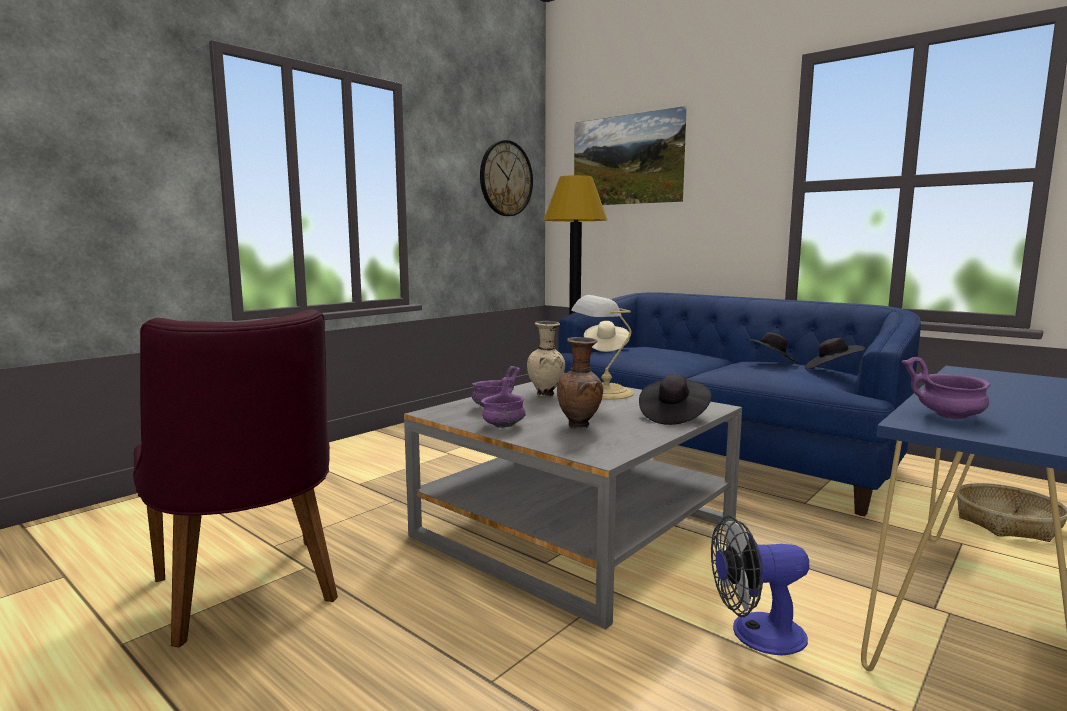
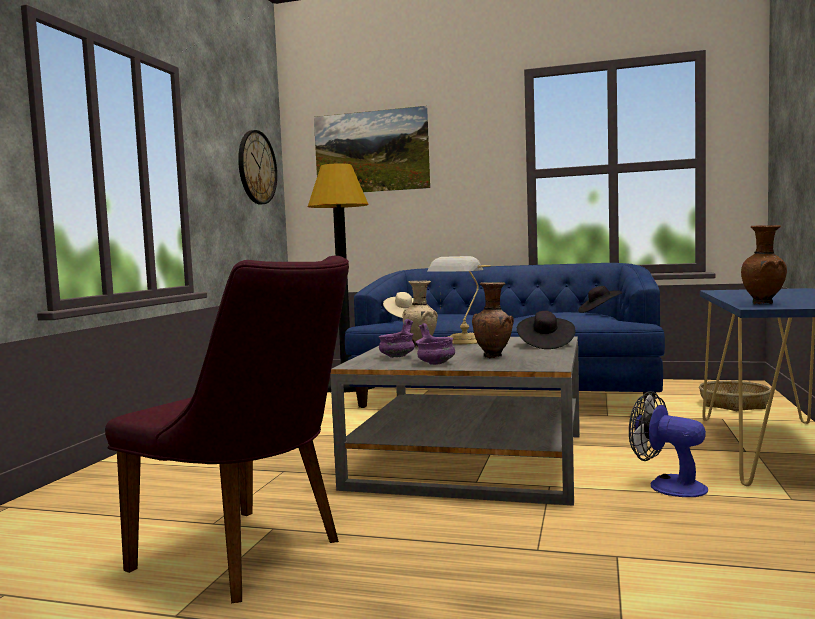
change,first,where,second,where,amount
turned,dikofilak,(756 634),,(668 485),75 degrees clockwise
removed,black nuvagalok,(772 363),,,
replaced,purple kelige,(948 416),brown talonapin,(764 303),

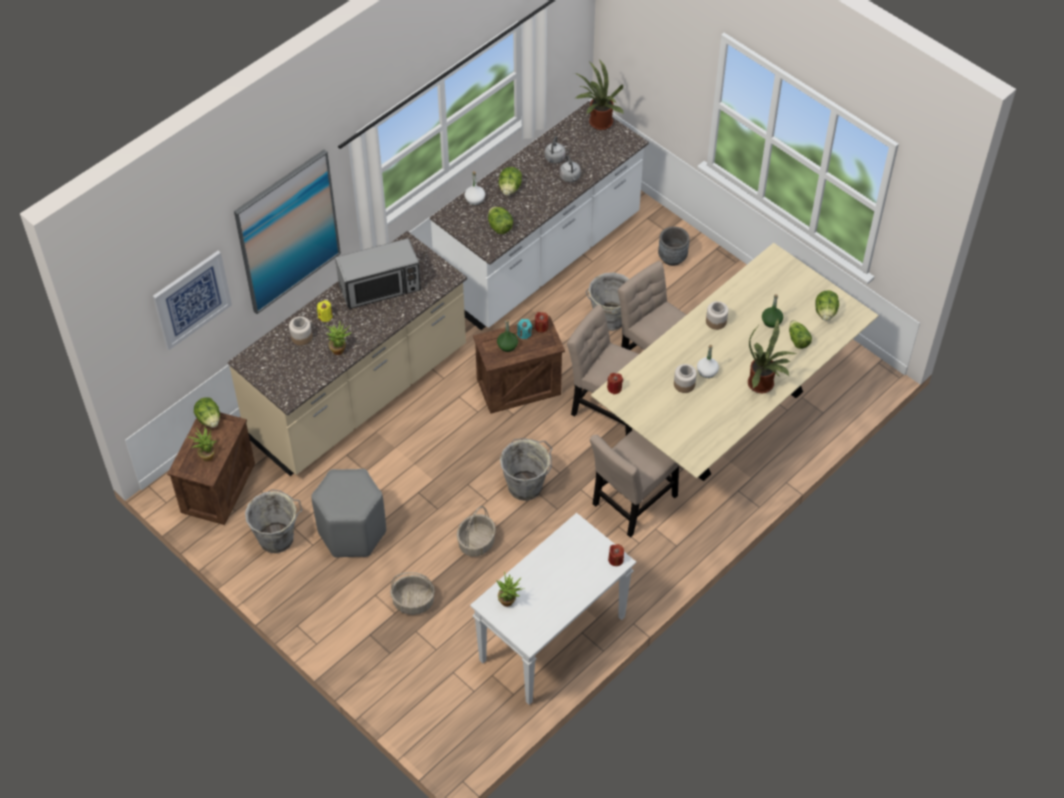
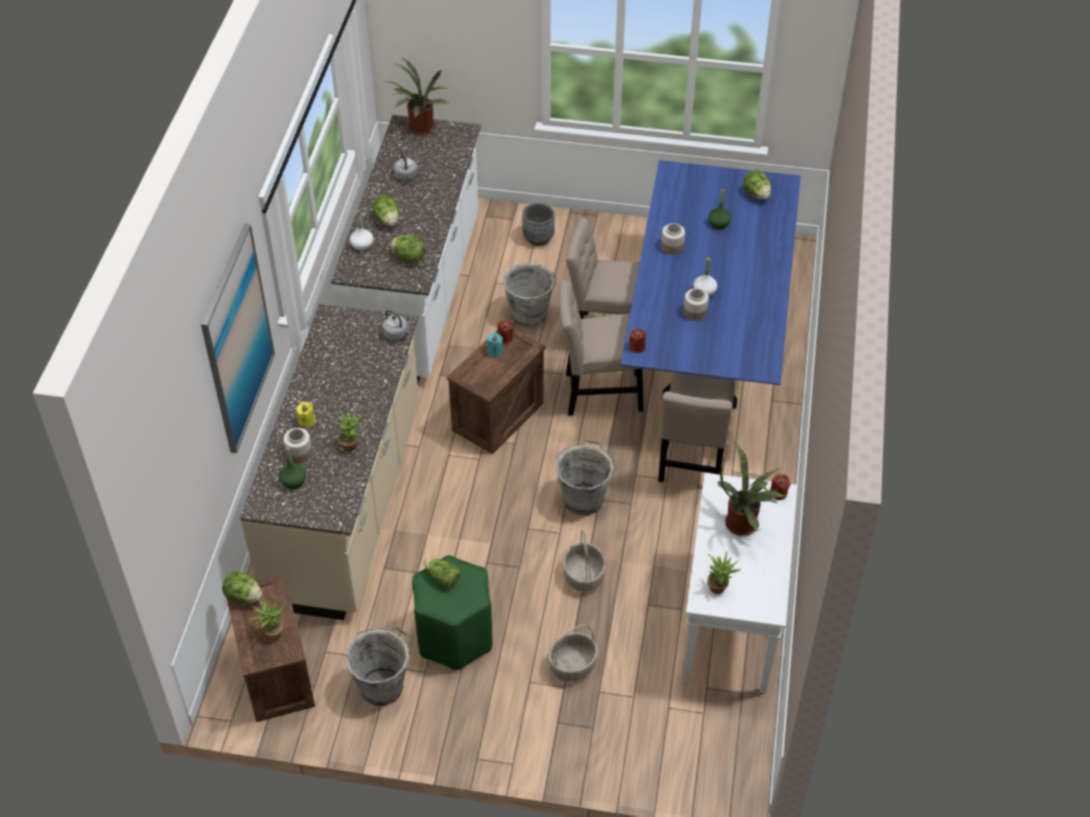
change,first,where,second,where,amount
removed,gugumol,(192 299),,,
recoloured,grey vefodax,(351 532),green vefodax,(453 637),
removed,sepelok,(380 287),,,
moved,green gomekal,(507 346),,(293 481),
moved,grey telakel,(570 177),,(397 334),
recoloured,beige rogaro,(727 417),blue rogaro,(706 344),
moved,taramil,(763 385),,(744 524),
moved,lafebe,(798 340),,(442 578),

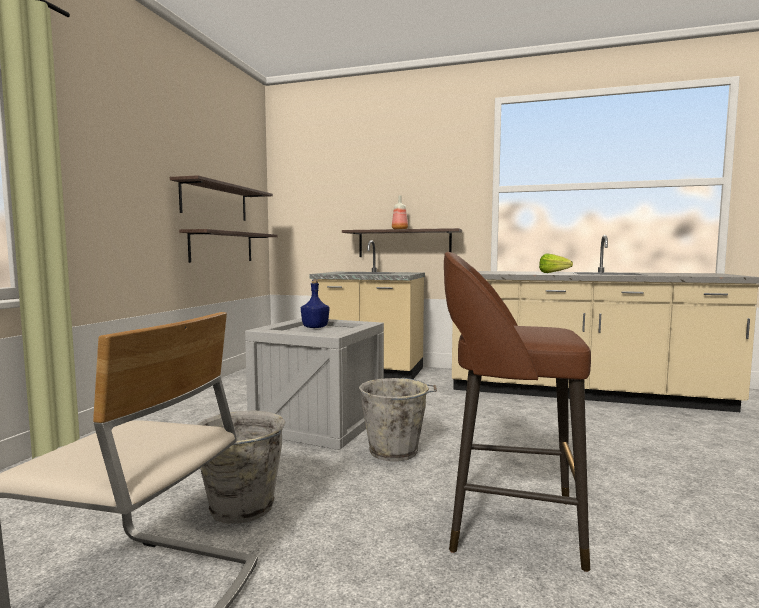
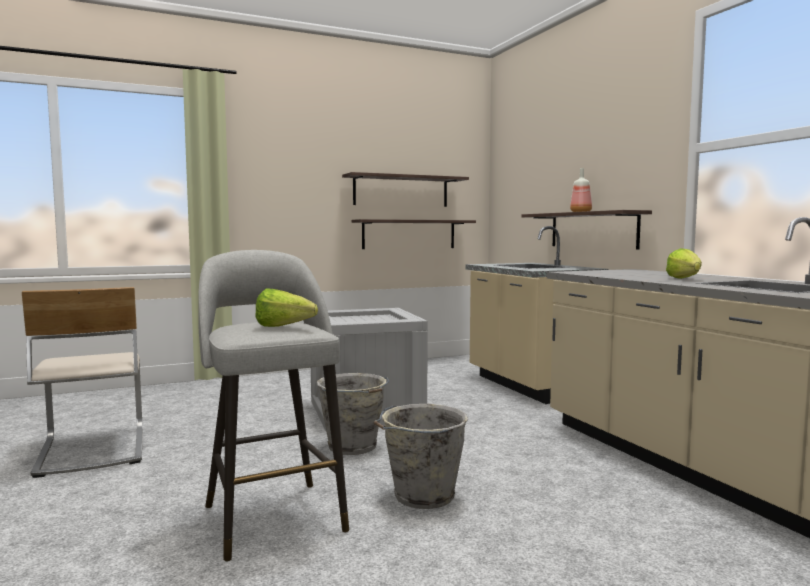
change,first,where,second,where,amount
moved,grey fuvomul,(240 508),,(421 496),
removed,blue gomekal,(315 327),,,
recoloured,brown vefodax,(508 524),grey vefodax,(273 516),
added,,,lafebe,(288 327),

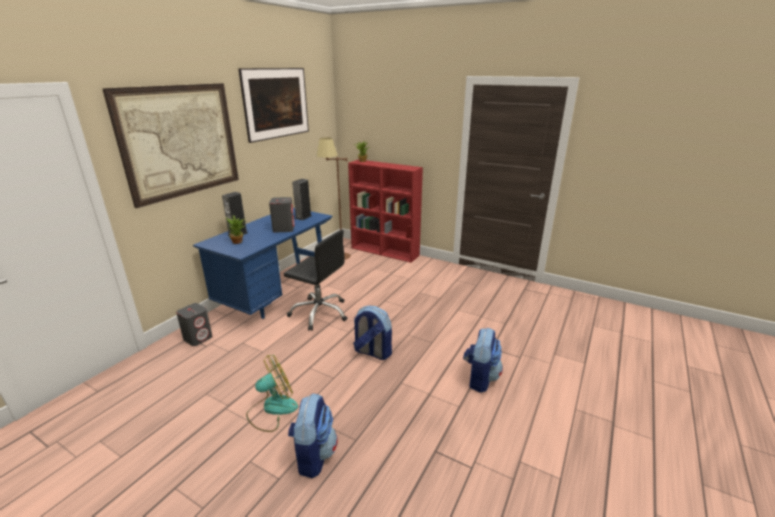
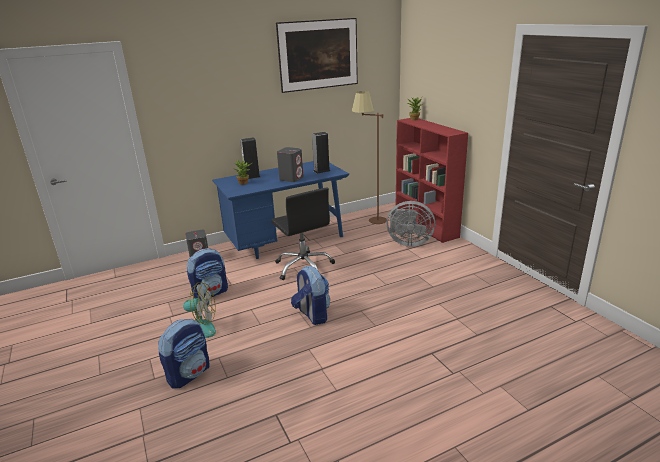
change,first,where,second,where,amount
removed,gugumol,(181 141),,,
moved,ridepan,(480 378),,(210 293),
added,,,grey dikofilak,(408 242),

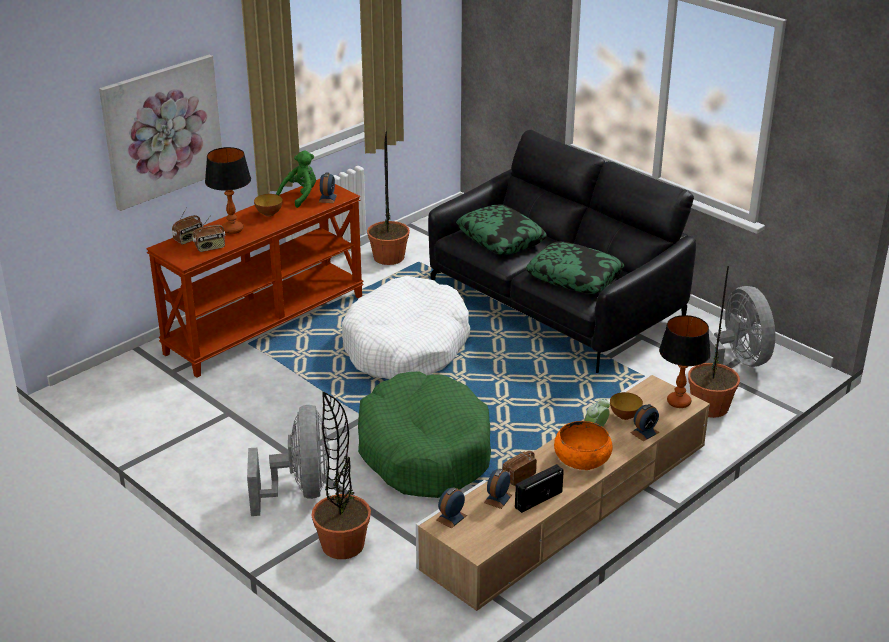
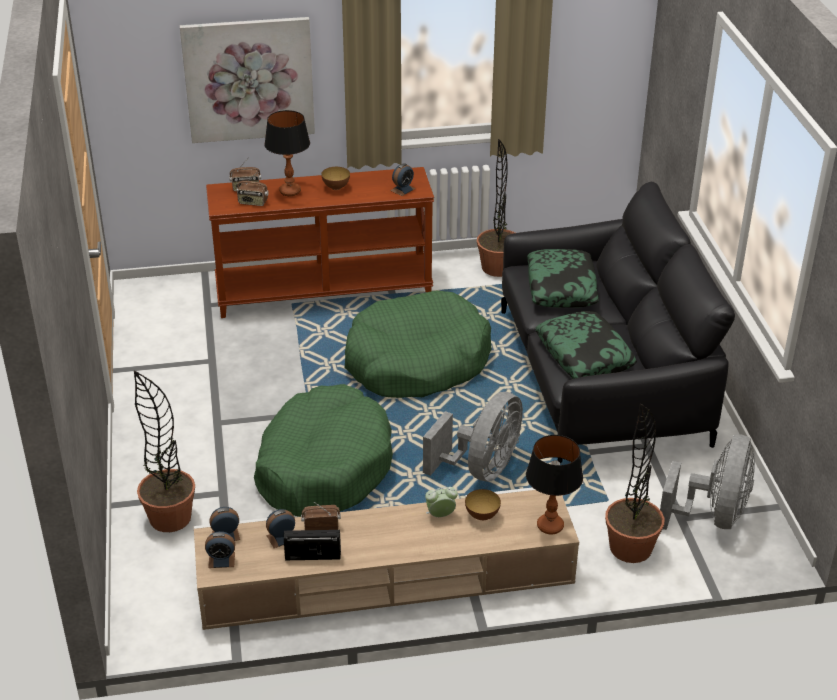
change,first,where,second,where,amount
moved,grey dikofilak,(300 491),,(481 469),
removed,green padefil,(300 196),,,
recoloured,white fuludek,(406 346),green fuludek,(416 361),
removed,orange kelige,(582 458),,,
moved,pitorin,(644 432),,(221 560),

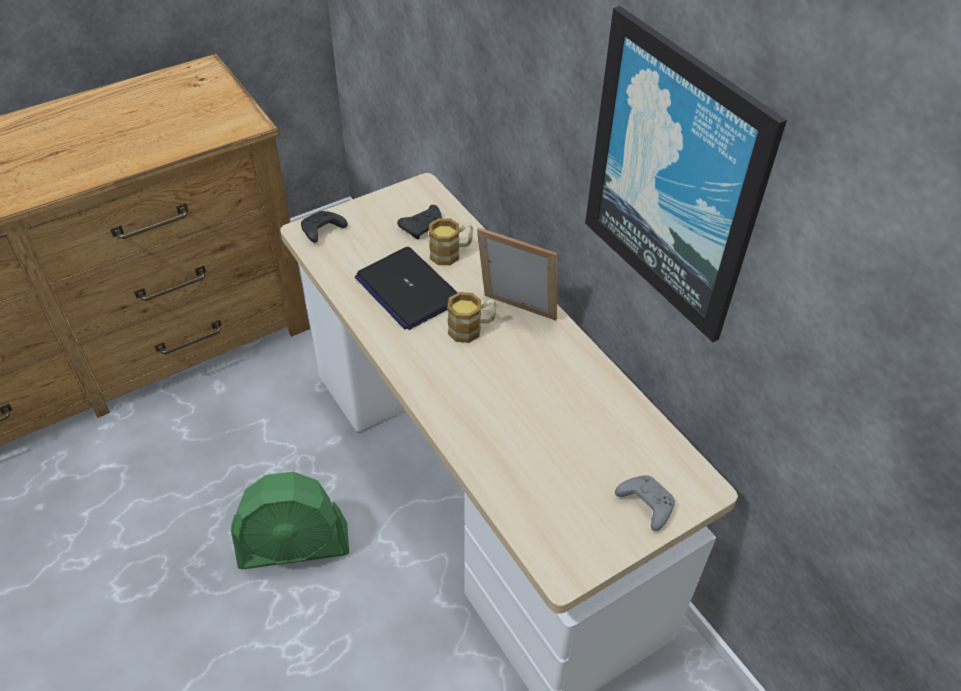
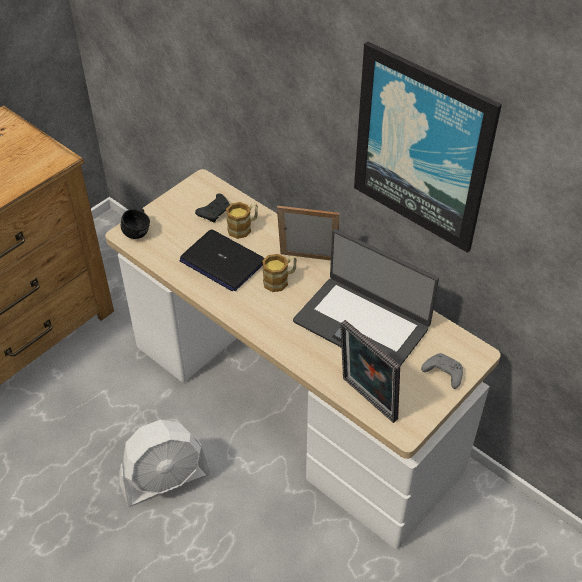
change,first,where,second,where,amount
recoloured,green dikofilak,(294 547),white dikofilak,(165 479),
replaced,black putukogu,(322 232),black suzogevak,(139 231),
added,,,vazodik,(362 323),
added,,,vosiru,(366 401),

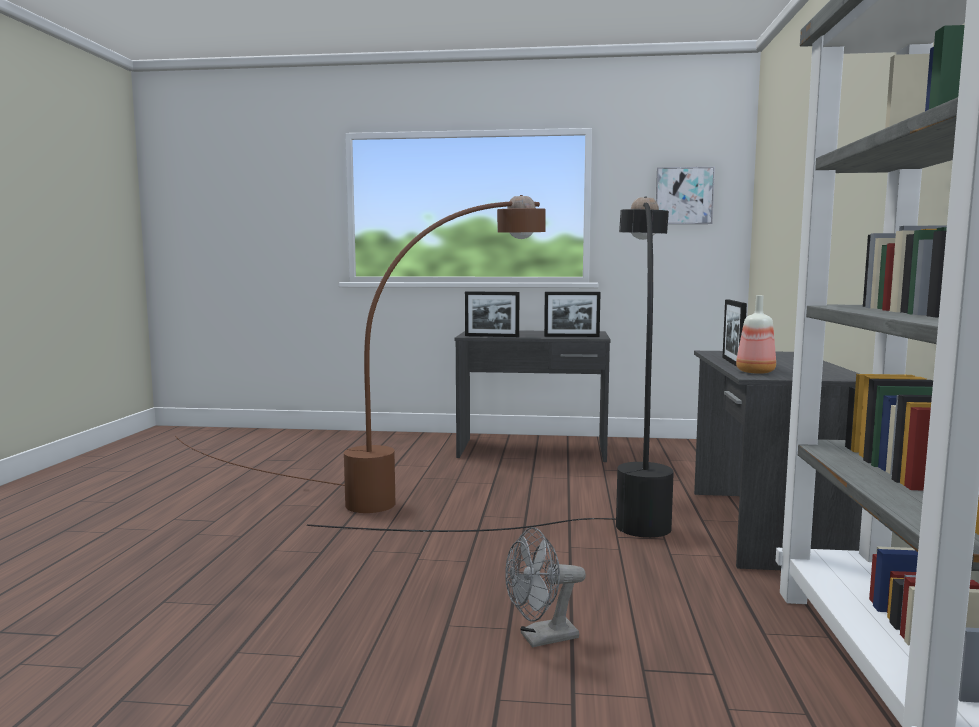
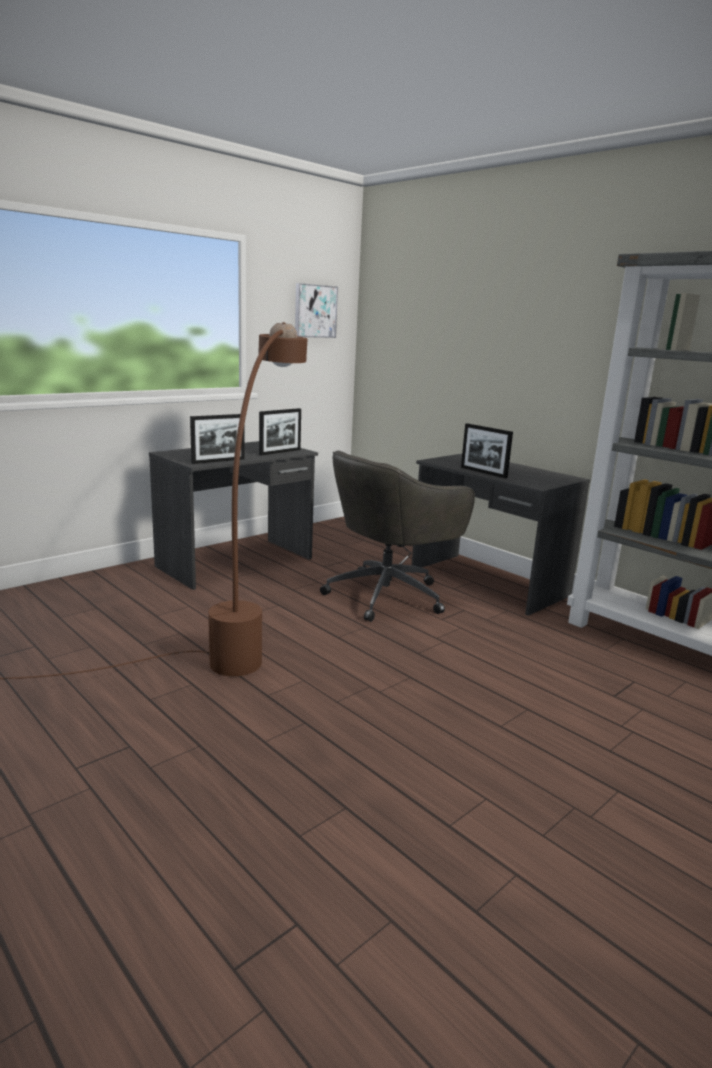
change,first,where,second,where,amount
replaced,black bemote,(610 504),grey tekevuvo,(388 595),
removed,grey dikofilak,(541 638),,,
removed,gomekal,(755 372),,,

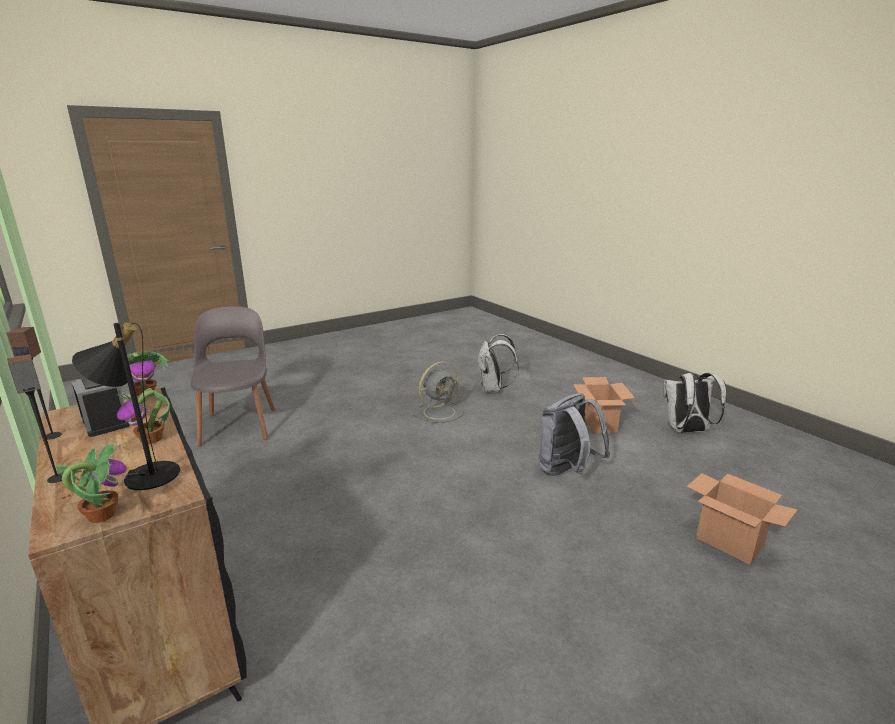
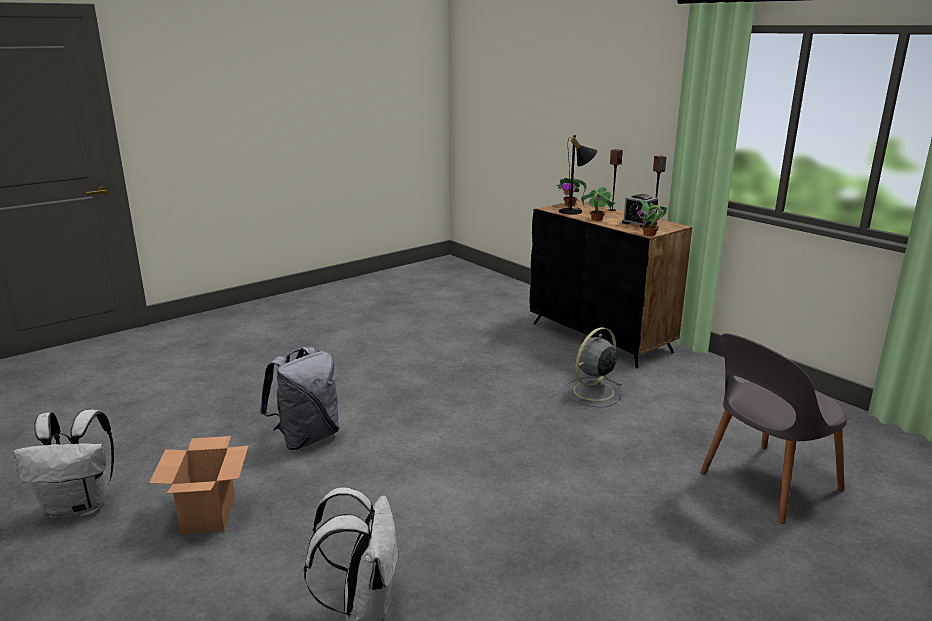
change,first,where,second,where,amount
turned,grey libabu,(239 424),,(766 483),75 degrees clockwise
moved,grey dikofilak,(440 412),,(592 392),
removed,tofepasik,(728 542),,,

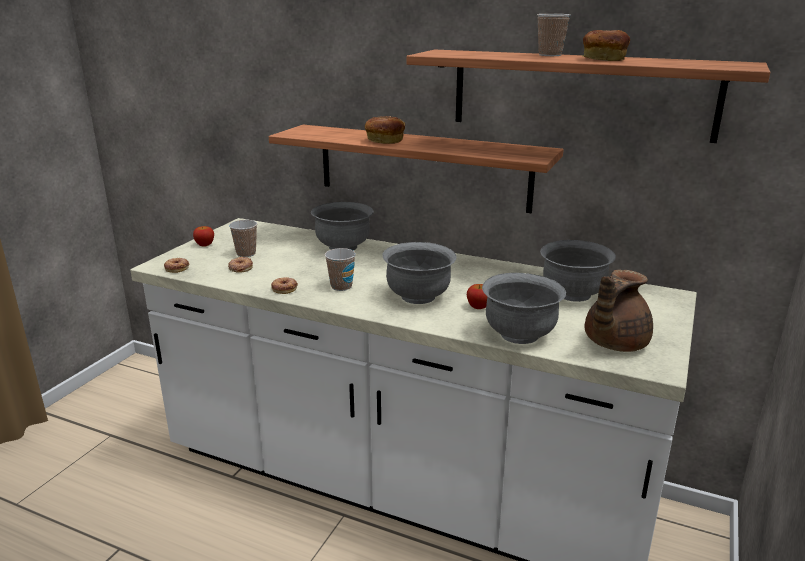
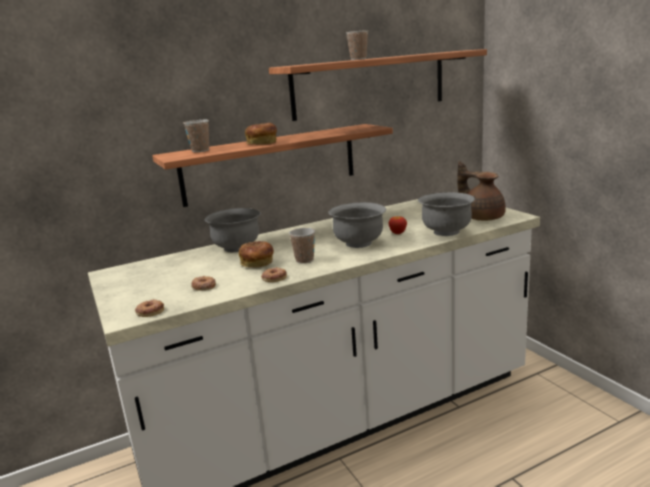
change,first,where,second,where,amount
removed,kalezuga,(205 245),,,
moved,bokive,(246 254),,(200 150),
removed,grey kelige,(572 294),,,
moved,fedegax,(603 59),,(257 263),
turned,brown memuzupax,(613 343),,(482 217),150 degrees clockwise

